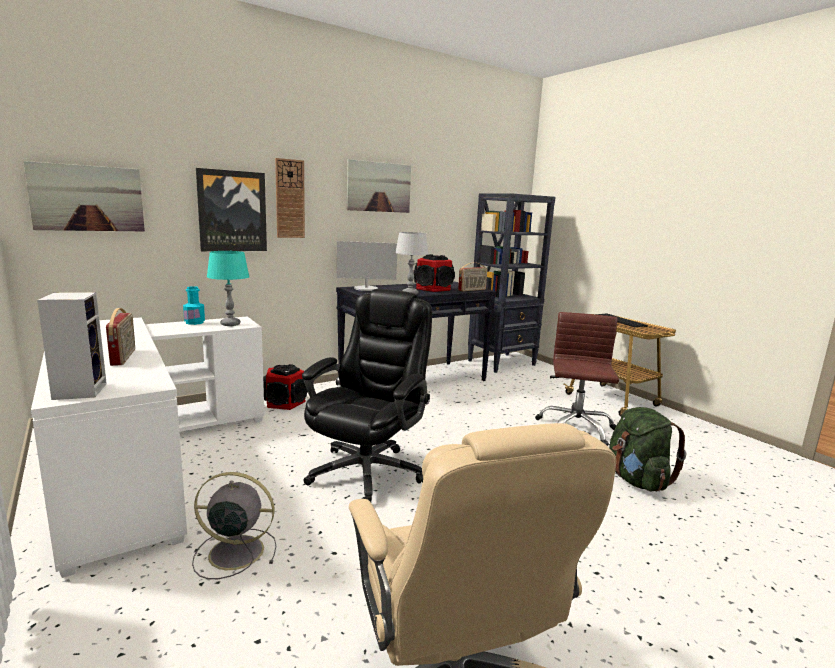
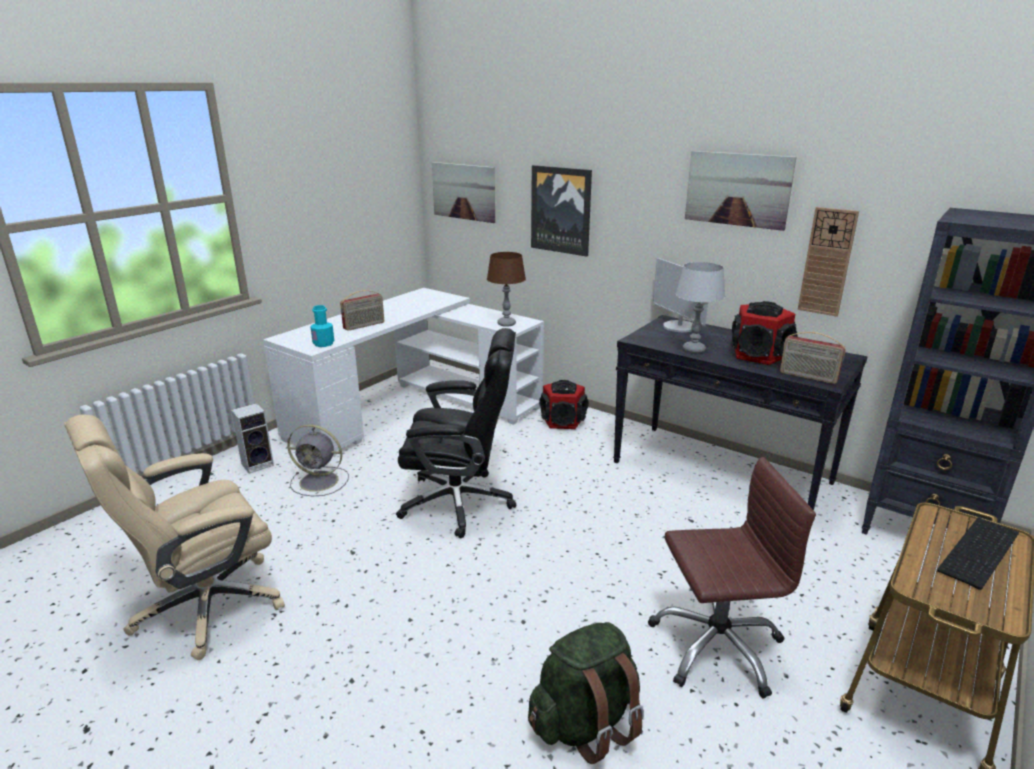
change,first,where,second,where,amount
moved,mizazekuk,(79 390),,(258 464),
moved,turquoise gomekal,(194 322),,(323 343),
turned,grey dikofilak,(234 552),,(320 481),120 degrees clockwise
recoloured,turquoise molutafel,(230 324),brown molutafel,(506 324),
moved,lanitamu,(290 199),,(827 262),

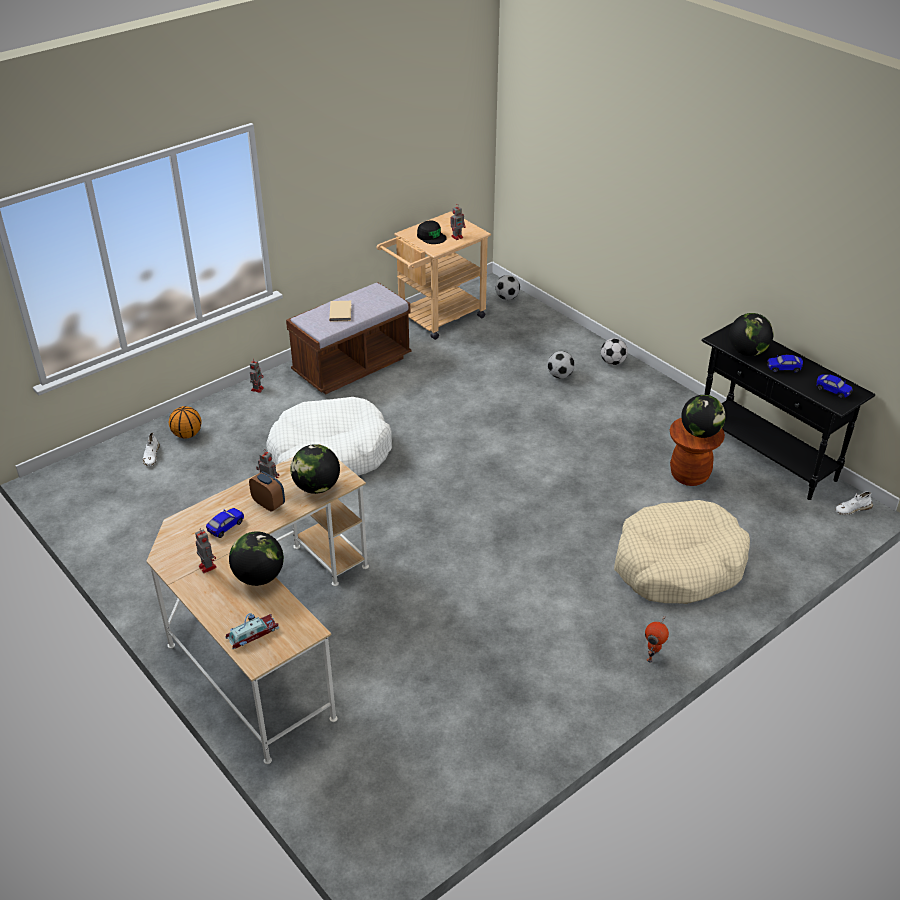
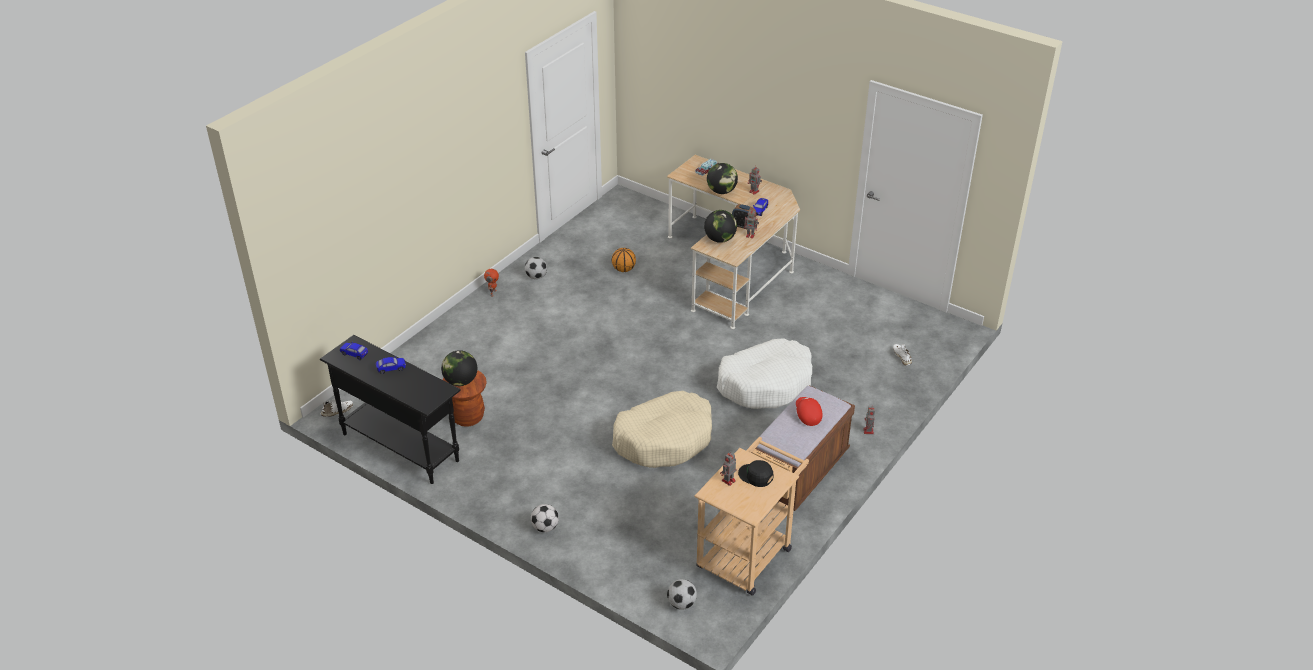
change,first,where,second,where,amount
moved,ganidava,(187 435),,(624 269),
replaced,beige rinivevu,(341 312),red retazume,(807 415),
moved,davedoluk,(560 375),,(536 277),
moved,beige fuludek,(678 565),,(664 439),
removed,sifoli,(747 352),,,

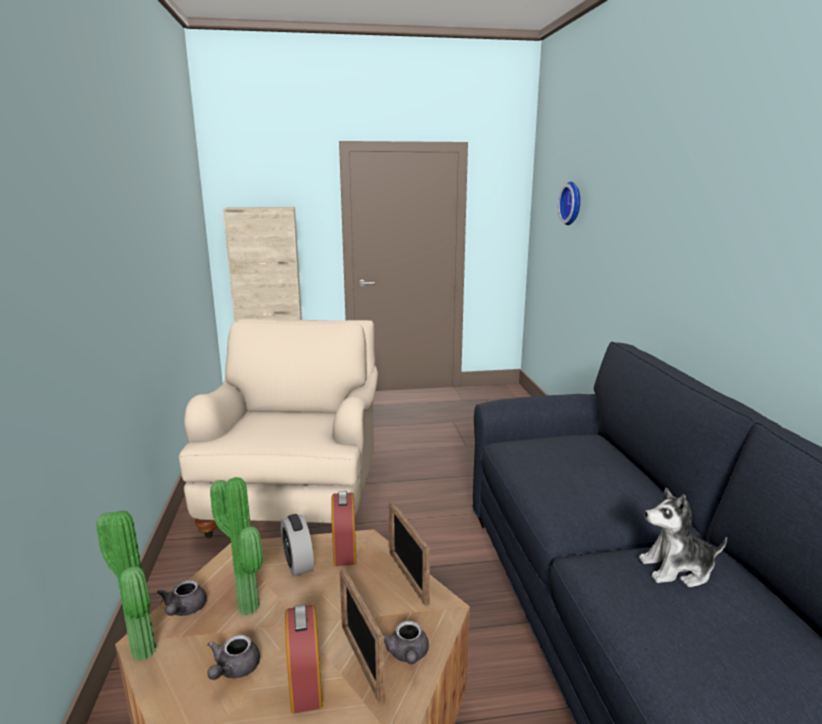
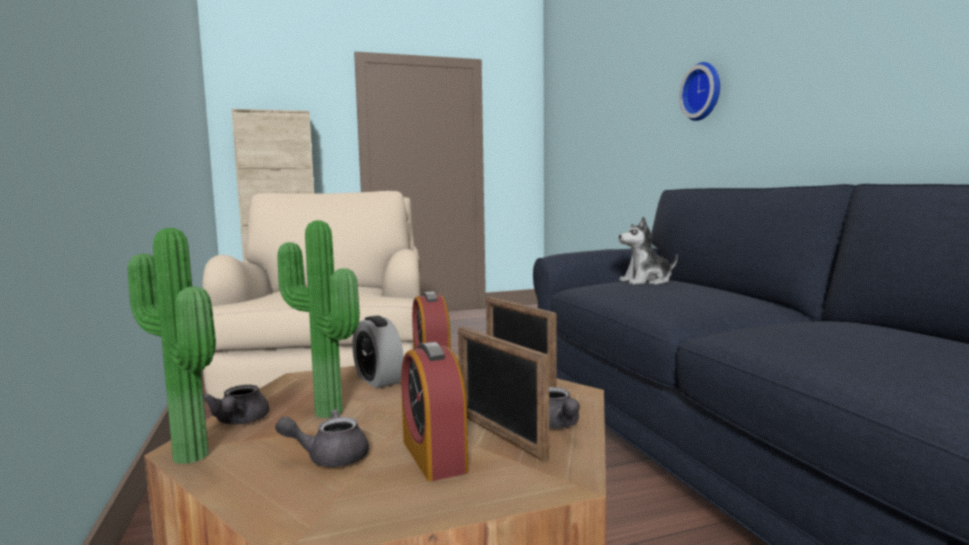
change,first,where,second,where,amount
turned,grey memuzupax,(233 670),,(329 457),75 degrees clockwise
moved,lanitamu,(572 203),,(703 92),
moved,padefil,(677 569),,(646 282),

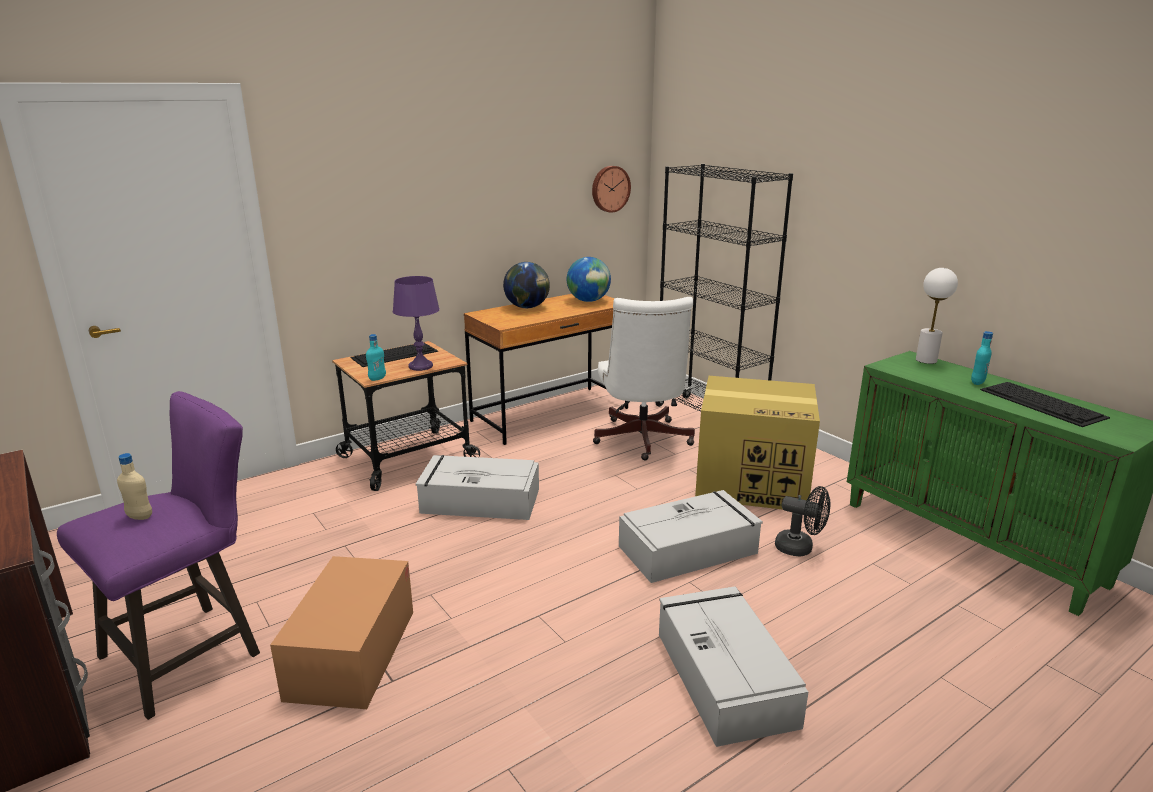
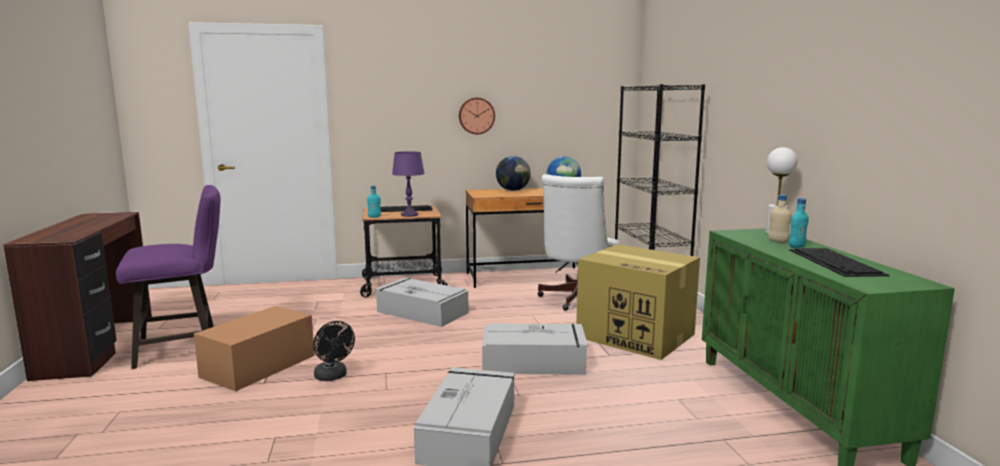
change,first,where,second,where,amount
moved,beige gomekal,(139 517),,(778 241),
moved,lanitamu,(610 188),,(476 116),
moved,black dikofilak,(800 548),,(333 377),

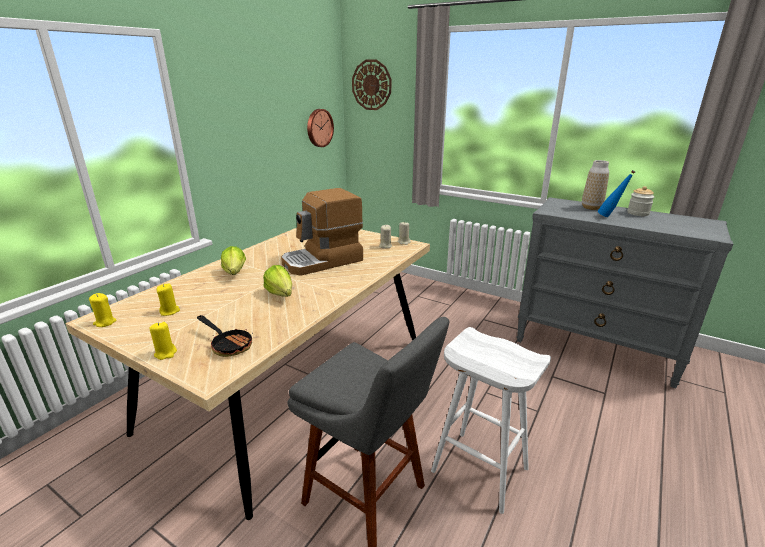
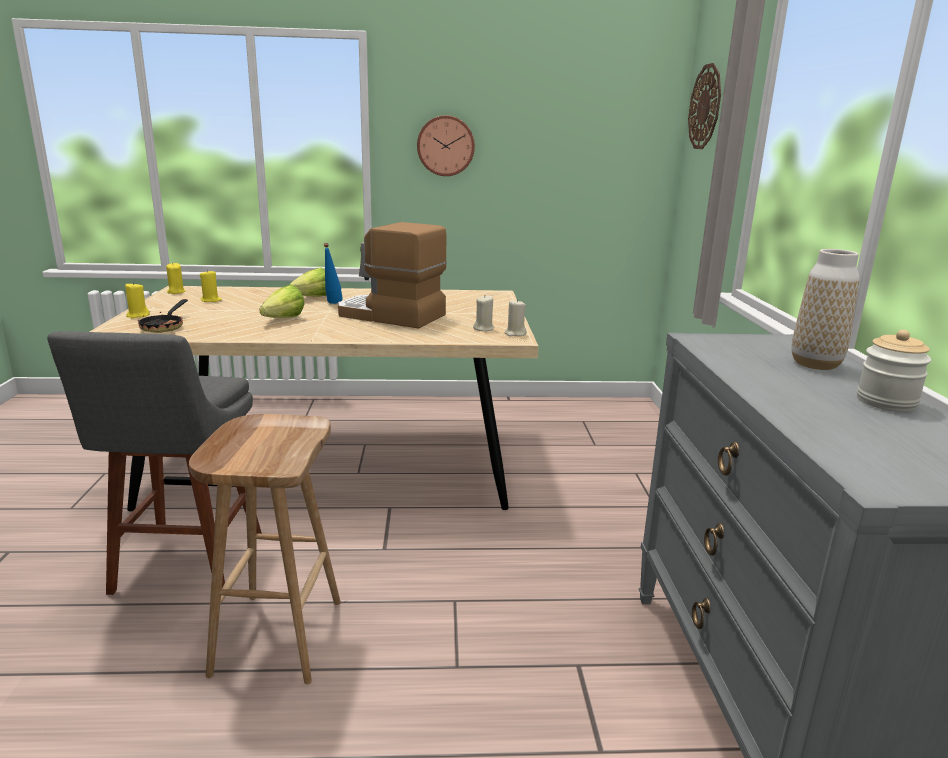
change,first,where,second,where,amount
moved,lanitamu,(319 128),,(445 146),
recoloured,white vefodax,(478 470),brown vefodax,(277 635),
moved,blue gomekal,(610 217),,(332 304),

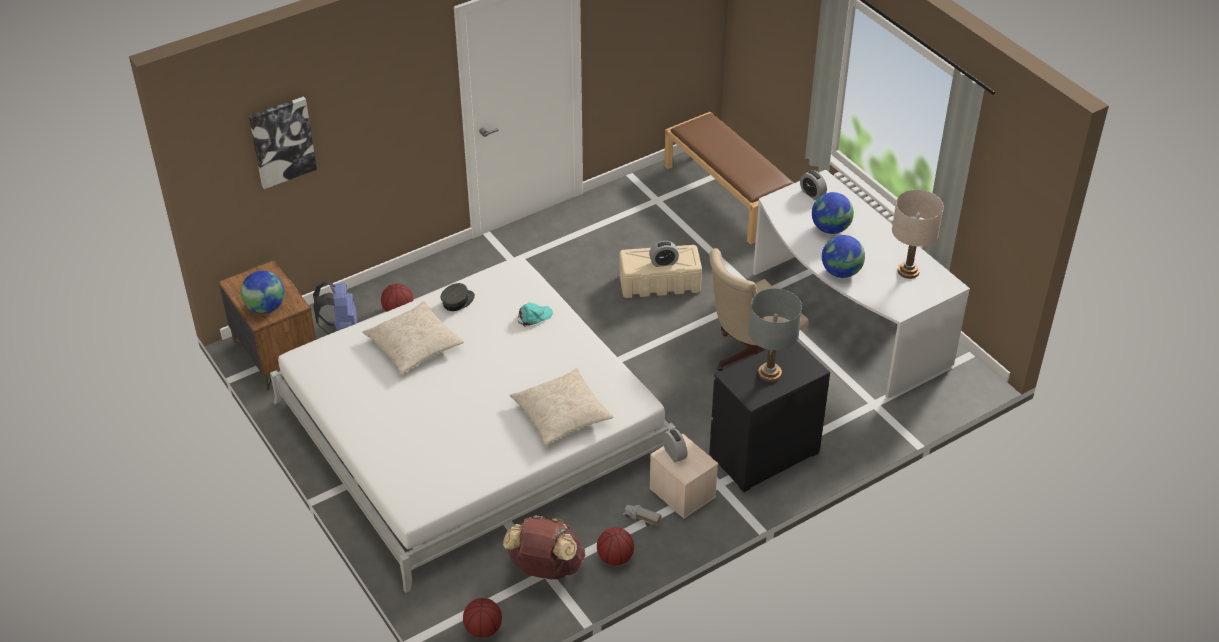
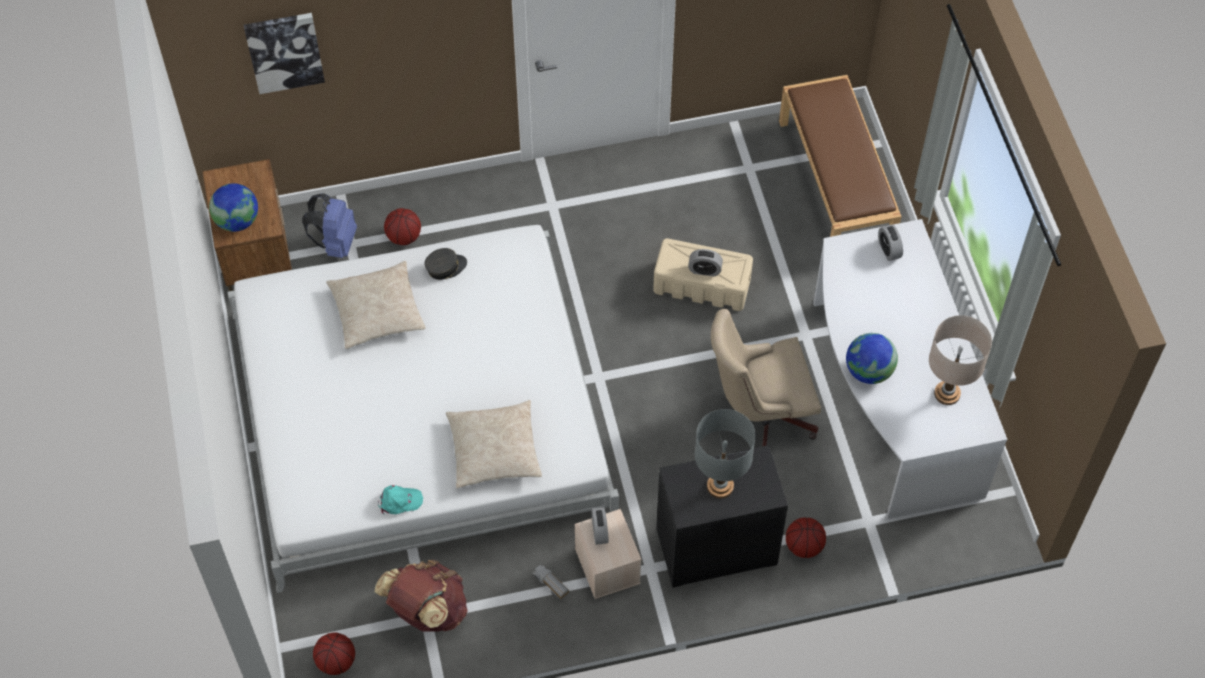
change,first,where,second,where,amount
moved,turquoise retazume,(534 317),,(399 501),
moved,ganidava,(615 558),,(804 546),
removed,sifoli,(830 229),,,

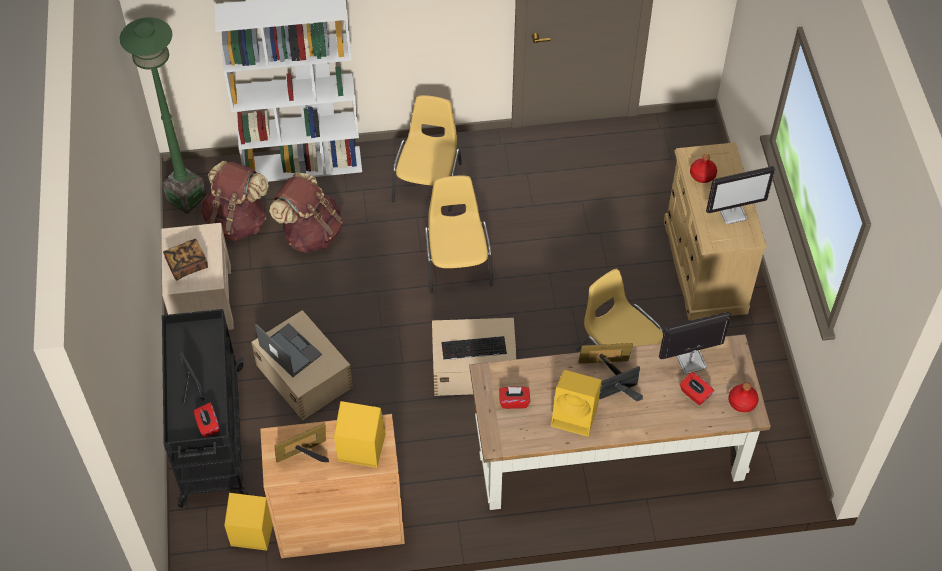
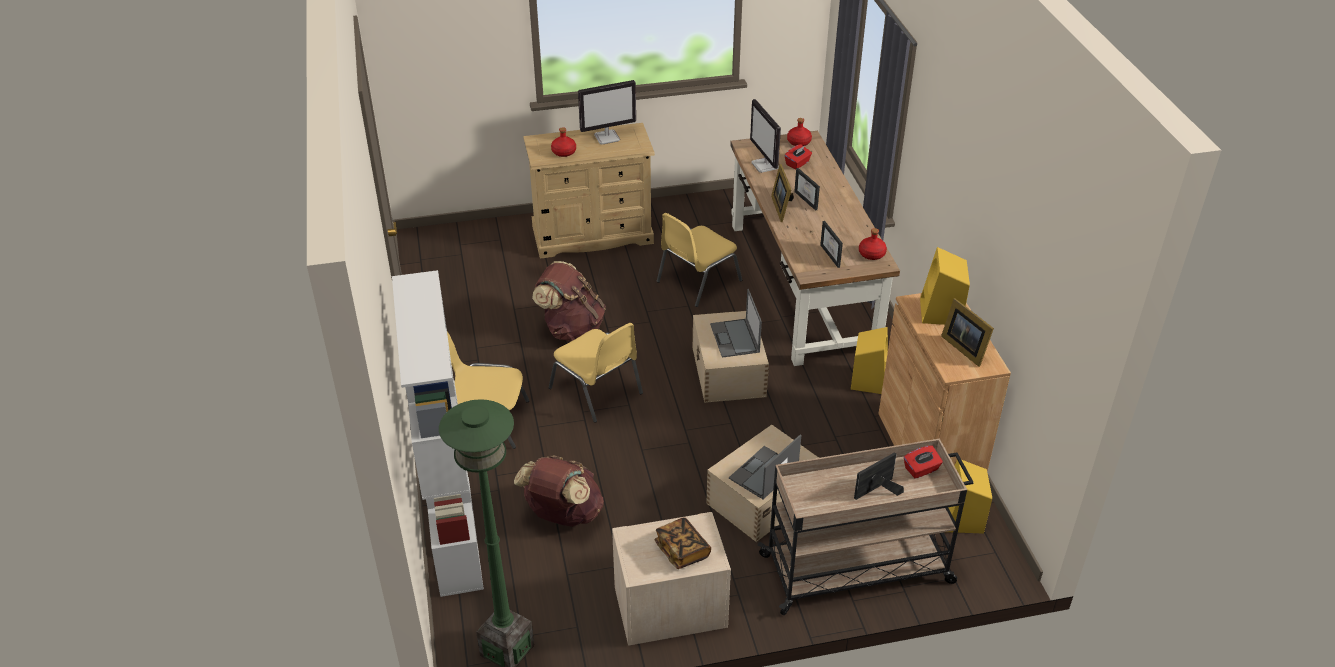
change,first,where,second,where,amount
recoloured,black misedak,(211 436),beige misedak,(858 569),
moved,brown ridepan,(237 222),,(571 328),
turned,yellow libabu,(457 261),,(597 391),120 degrees counterclockwise
replaced,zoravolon,(473 349),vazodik,(735 338),
replaced,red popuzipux,(514 401),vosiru,(834 255),
moved,yellow mizazekuk,(576 415),,(869 379),
turned,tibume,(733 213),,(607 137),90 degrees clockwise
added,,,red gomekal,(871 254),

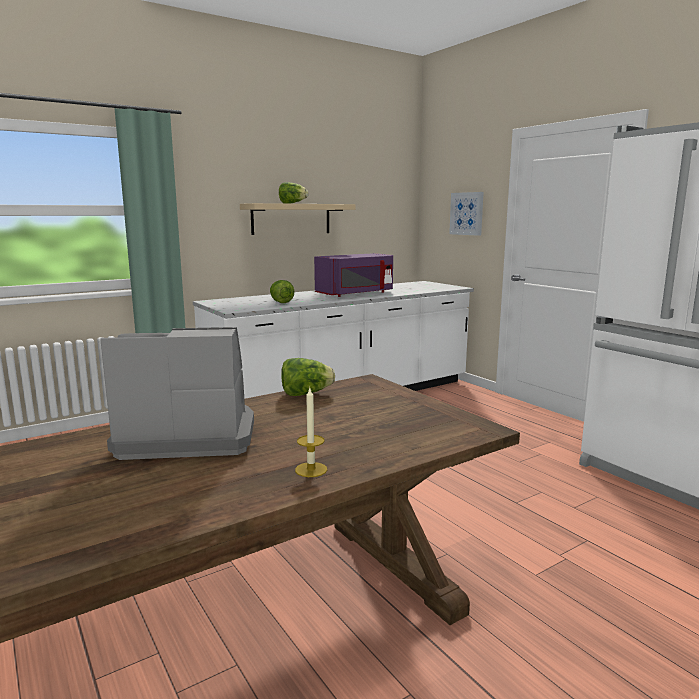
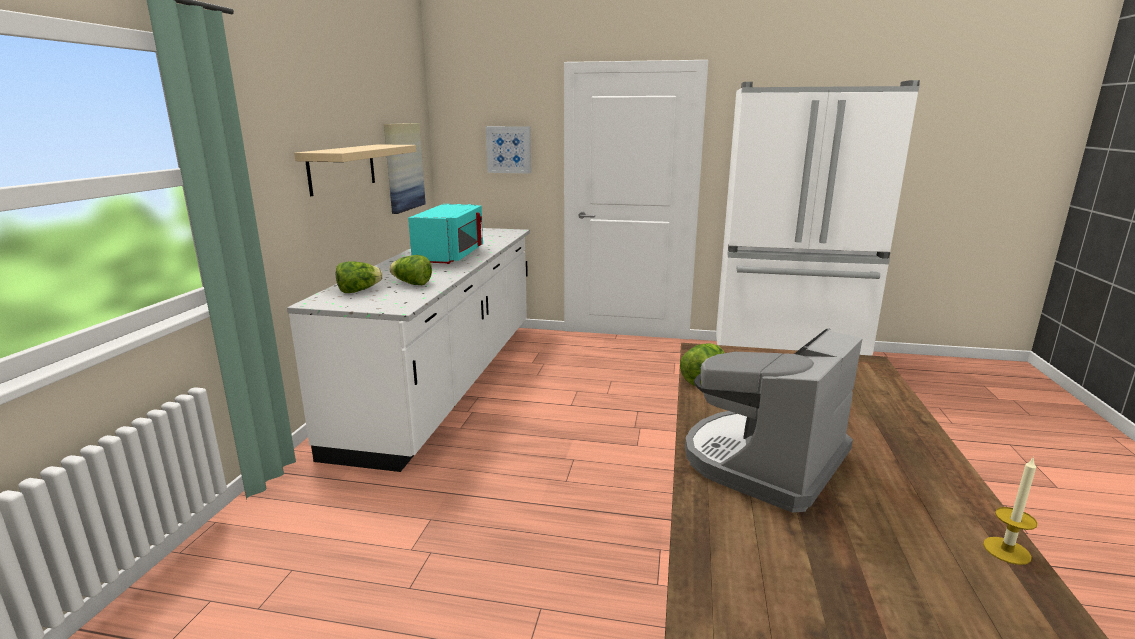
change,first,where,second,where,amount
moved,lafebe,(292 203),,(359 291),
moved,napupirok,(311 469),,(1006 550),
recoloured,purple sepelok,(356 293),turquoise sepelok,(451 256),
added,,,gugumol,(403 167),

